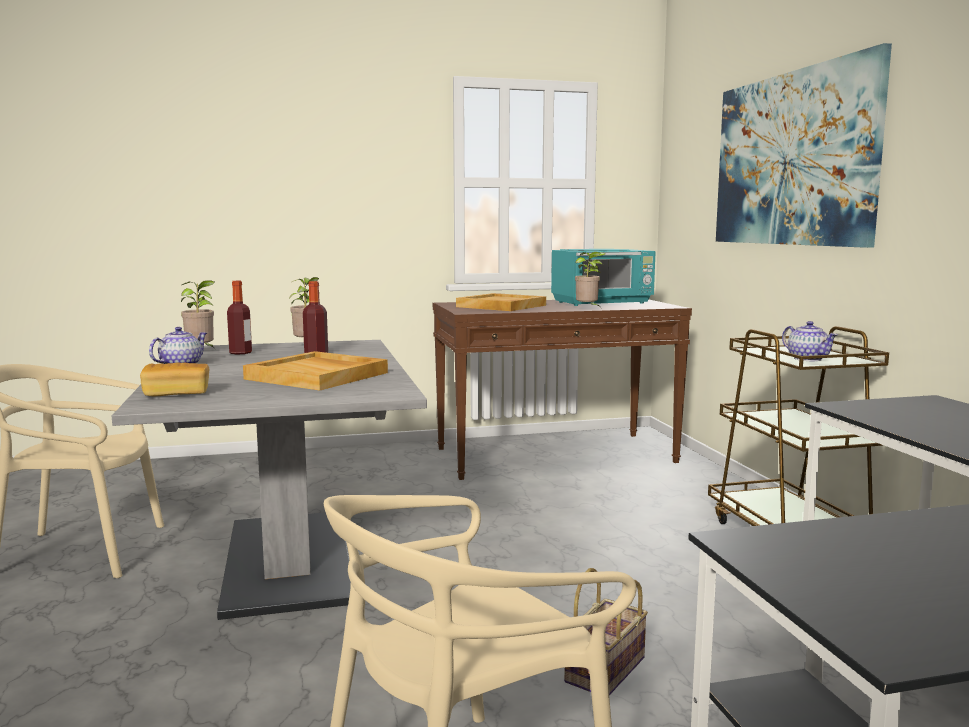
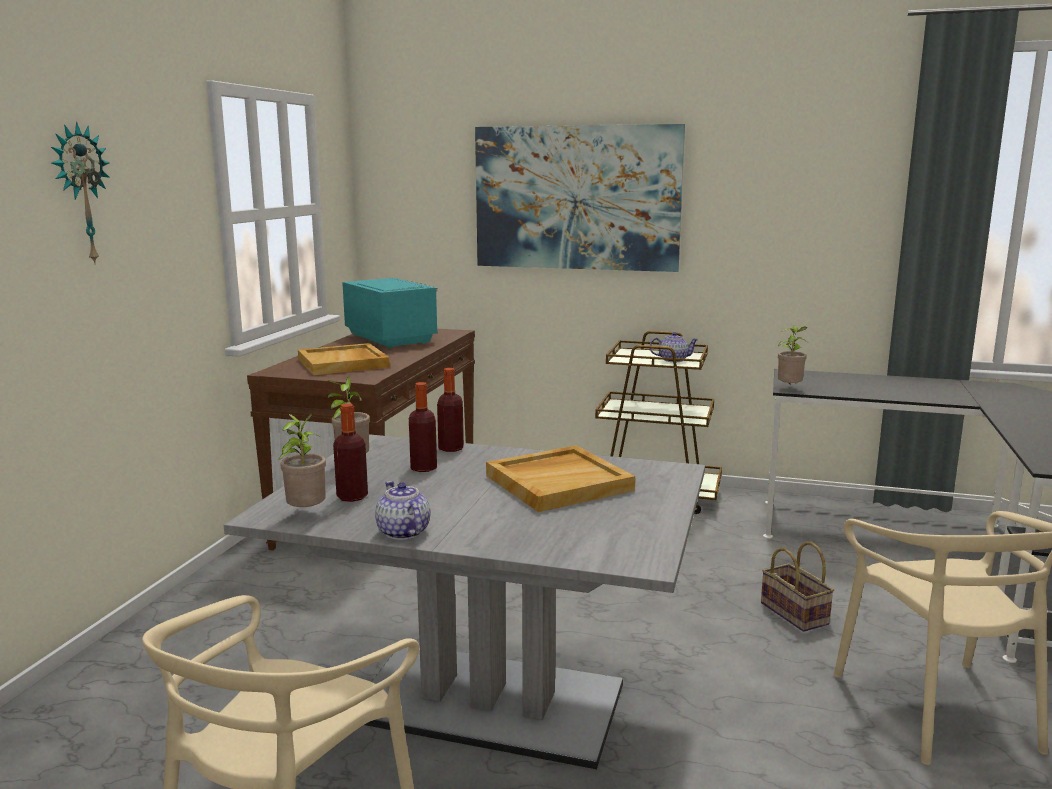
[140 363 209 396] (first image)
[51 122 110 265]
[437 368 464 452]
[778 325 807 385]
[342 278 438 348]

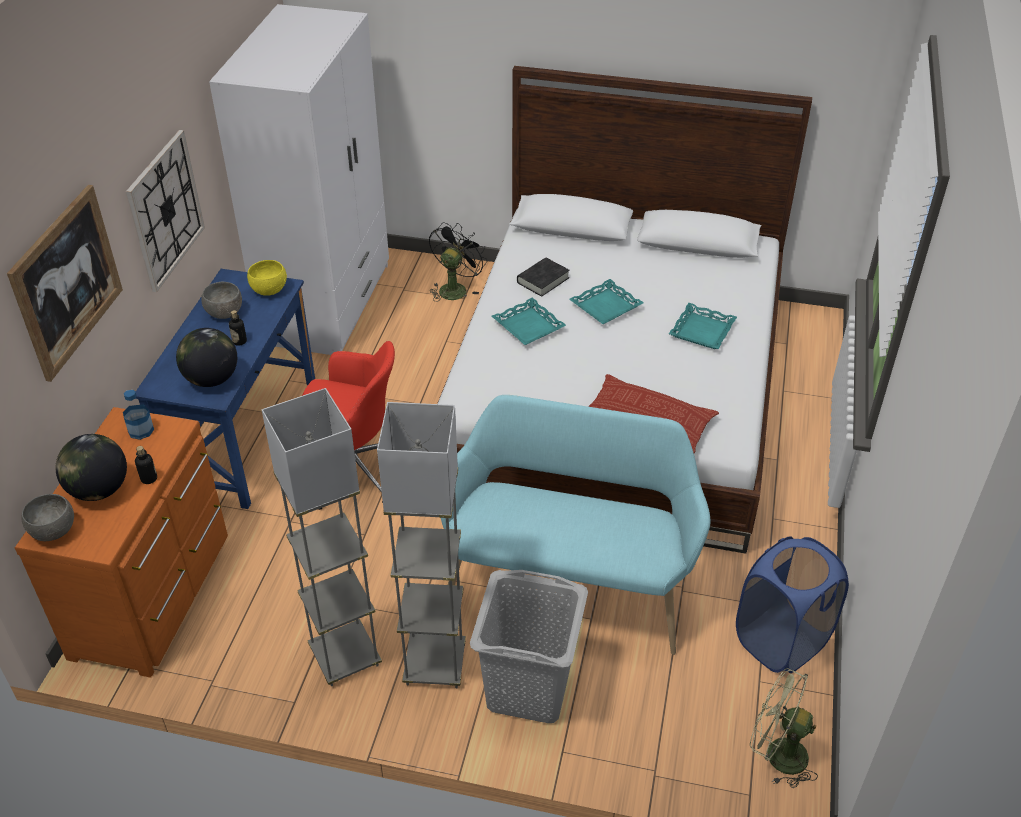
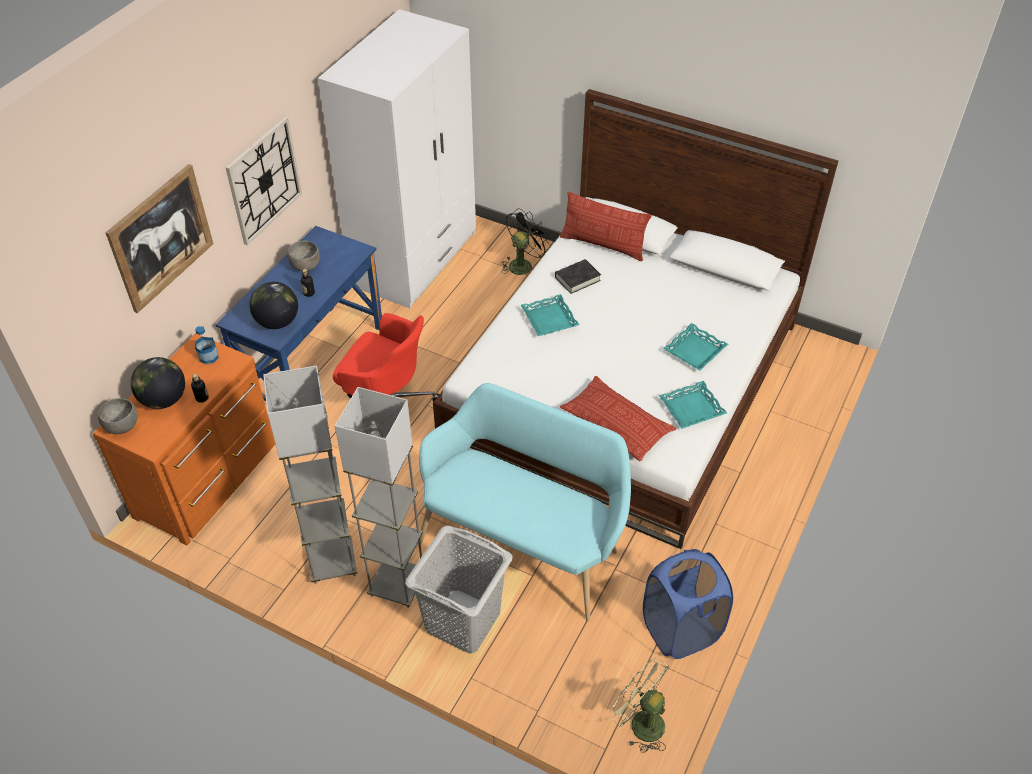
[247 260 287 296] (first image)
[560 192 652 261]
[659 381 727 429]

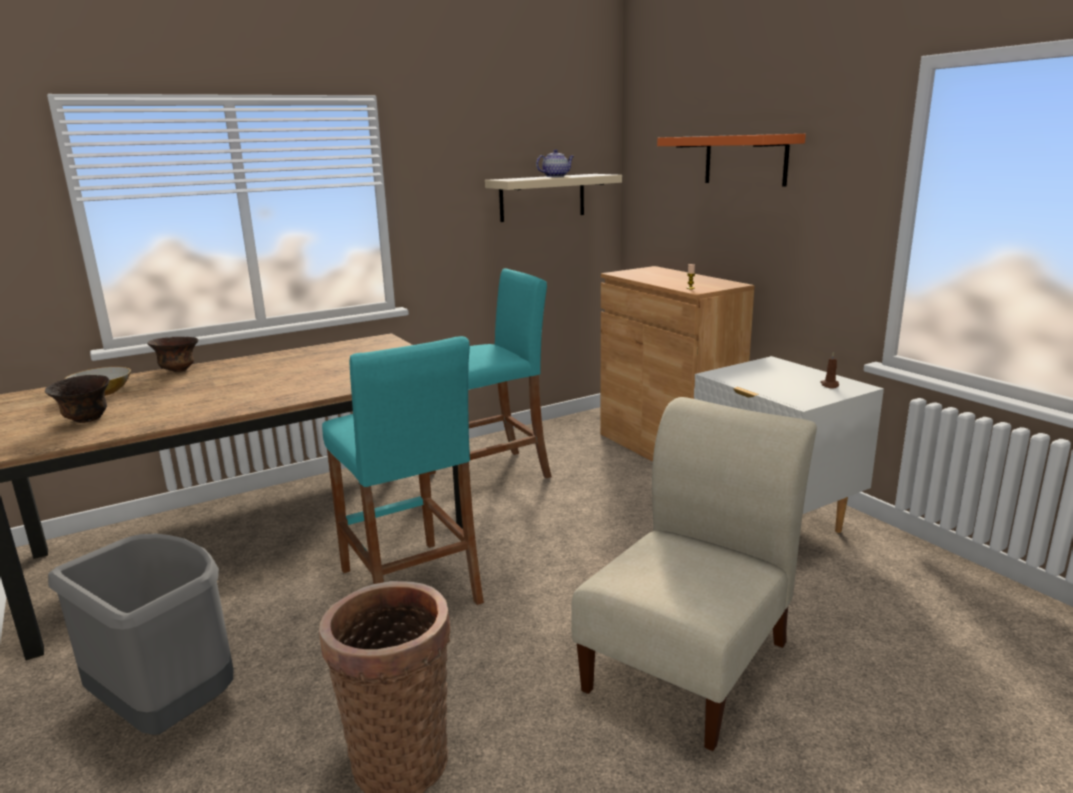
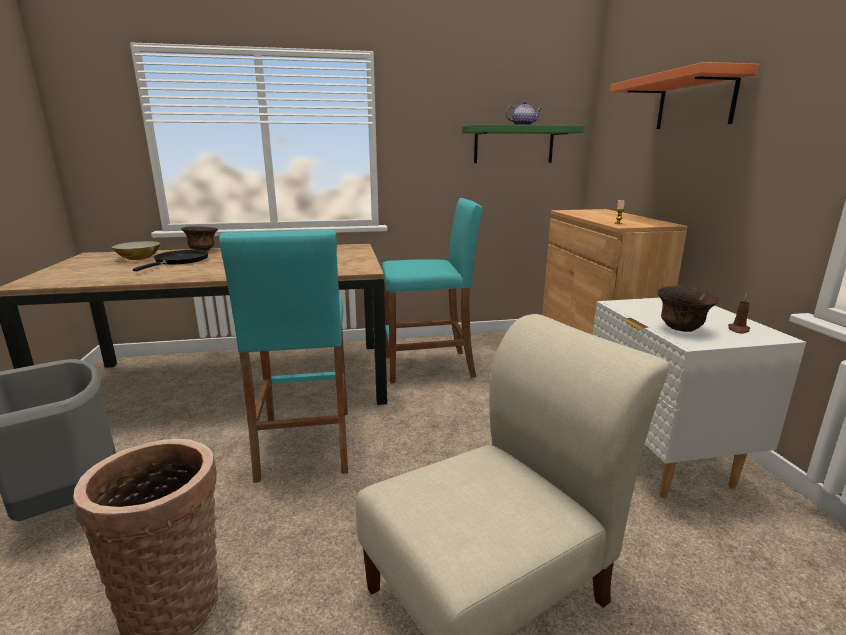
[133 250 208 271]
[657 286 719 332]
[462 124 584 163]

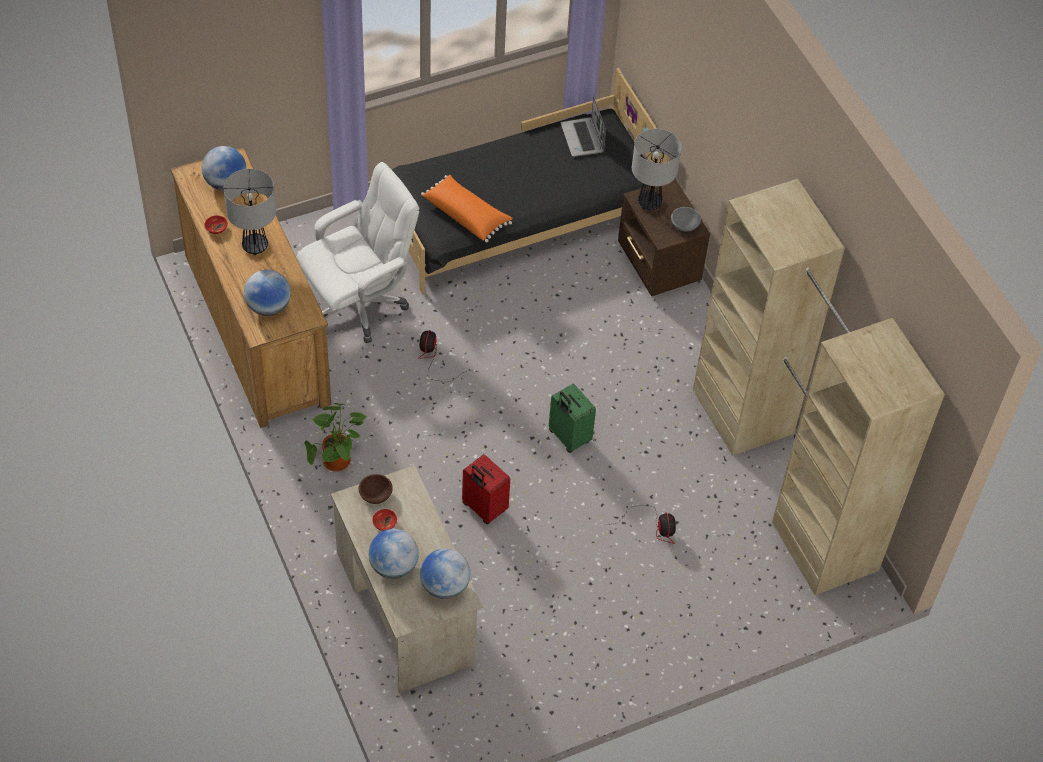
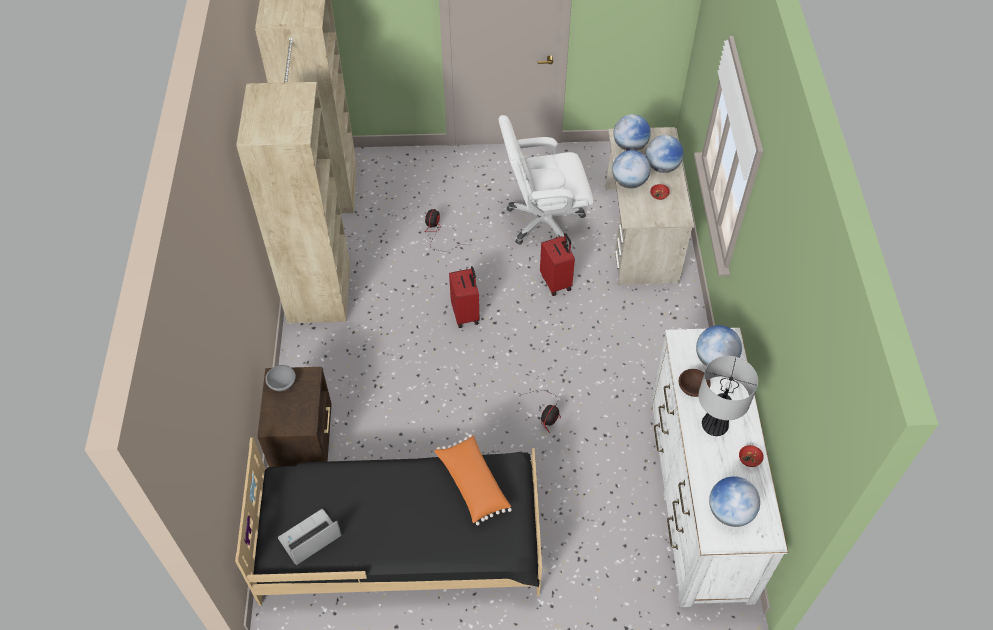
[304 403 367 472] (first image)
[632 129 681 210] (first image)
[612 150 650 188]
[498 115 594 247]
[679 369 711 397]
[650 328 788 607]
[449 266 479 328]
[278 509 342 565]

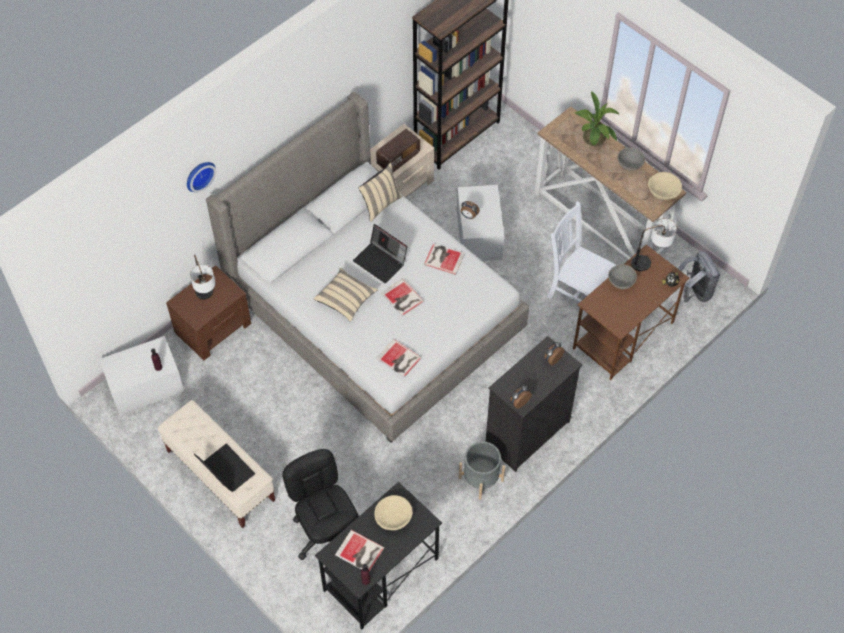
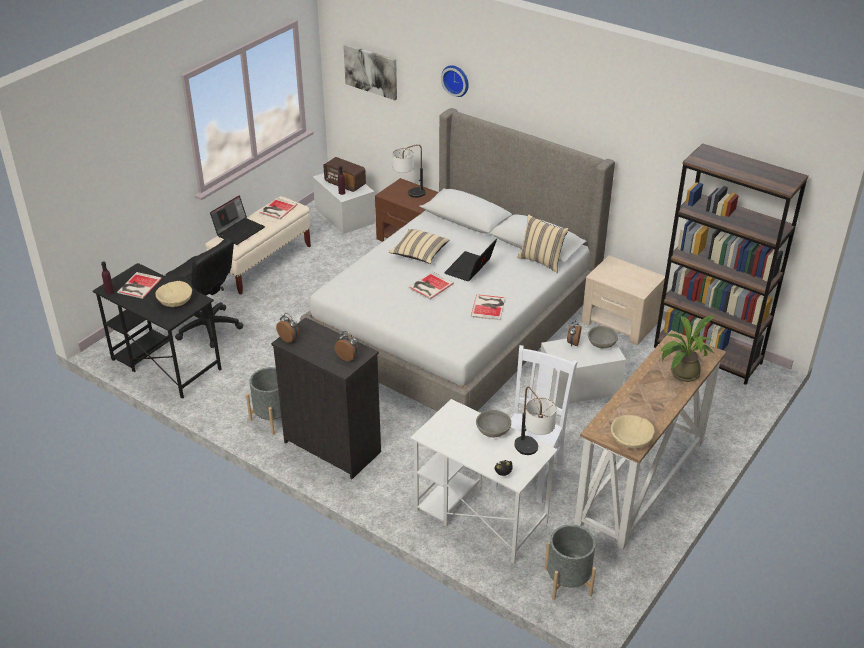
[343 44 397 100]
[323 157 366 192]
[259 198 298 220]
[588 326 618 348]
[545 525 596 600]
[411 399 558 563]
[165 238 243 348]

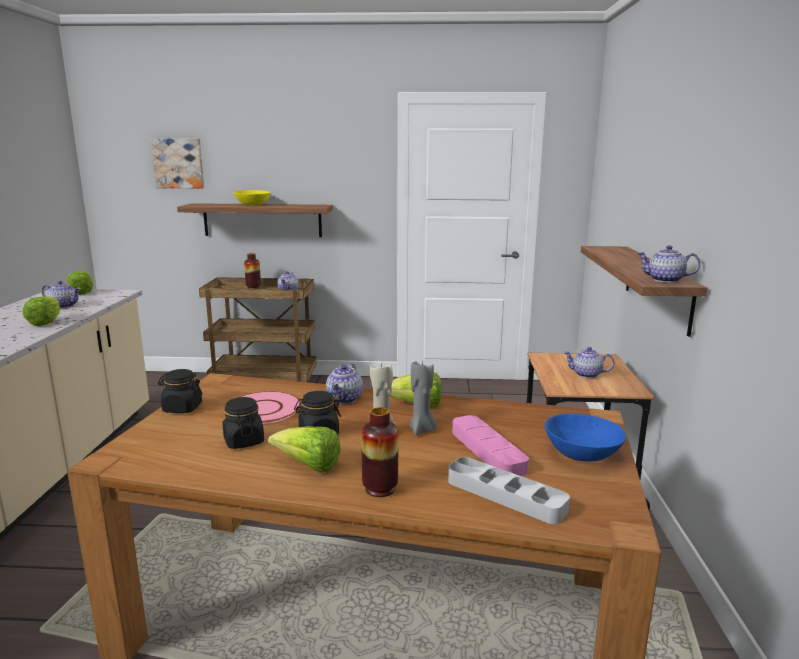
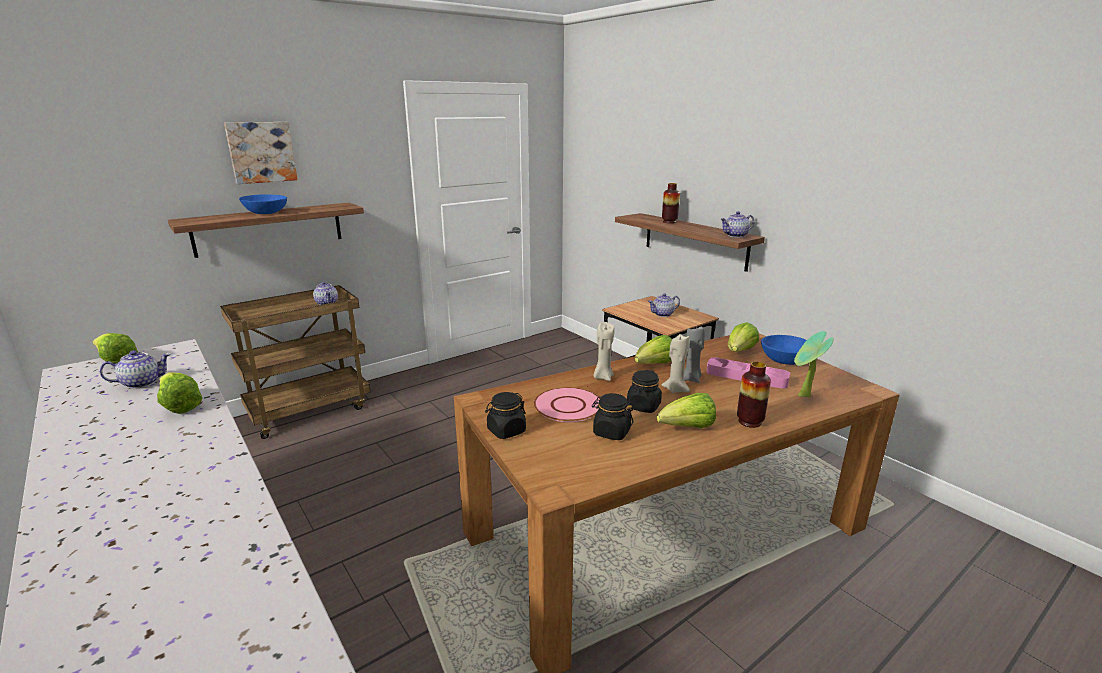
[728 322 759 352]
[224 122 298 184]
[662 183 680 223]
[593 322 615 381]
[794 331 834 397]
[239 194 287 214]

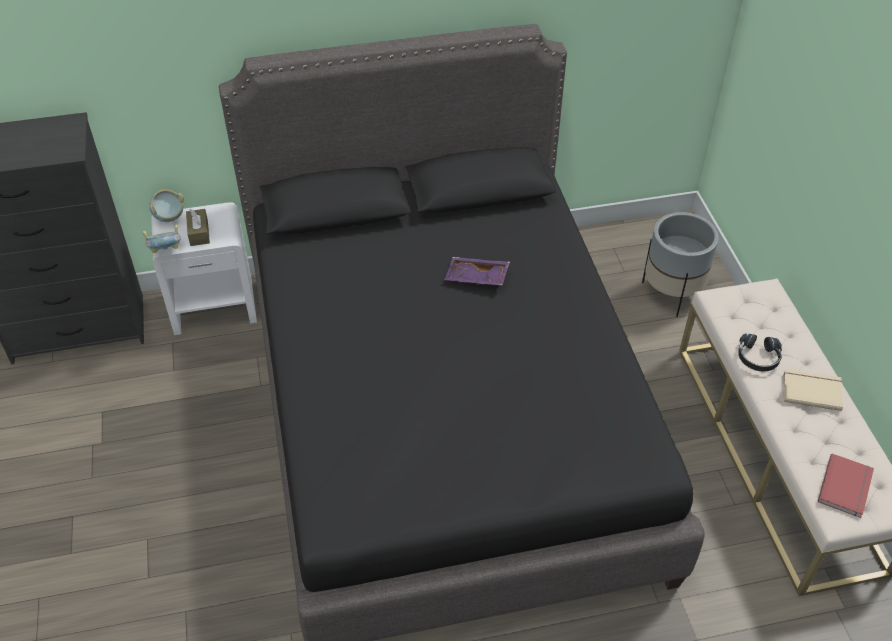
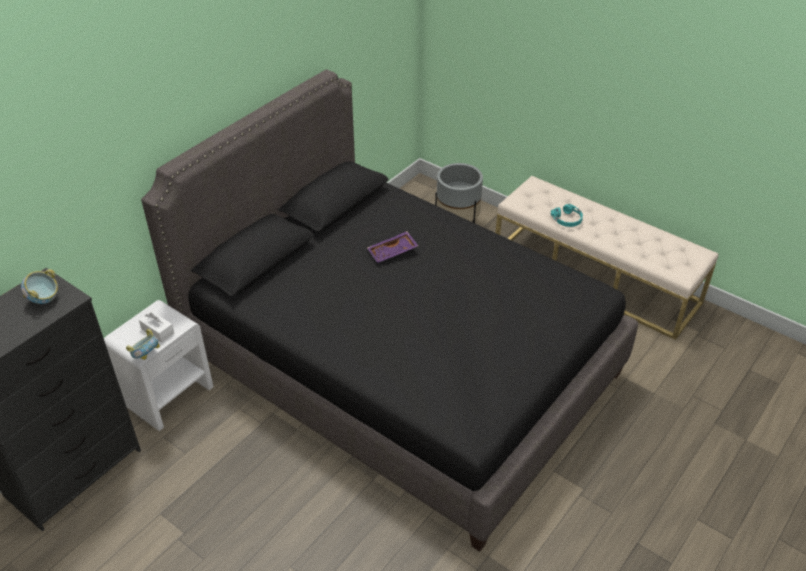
[783 369 843 411] (first image)
[818 453 874 518] (first image)
[21 269 58 304]
[139 311 174 343]
[551 204 583 227]

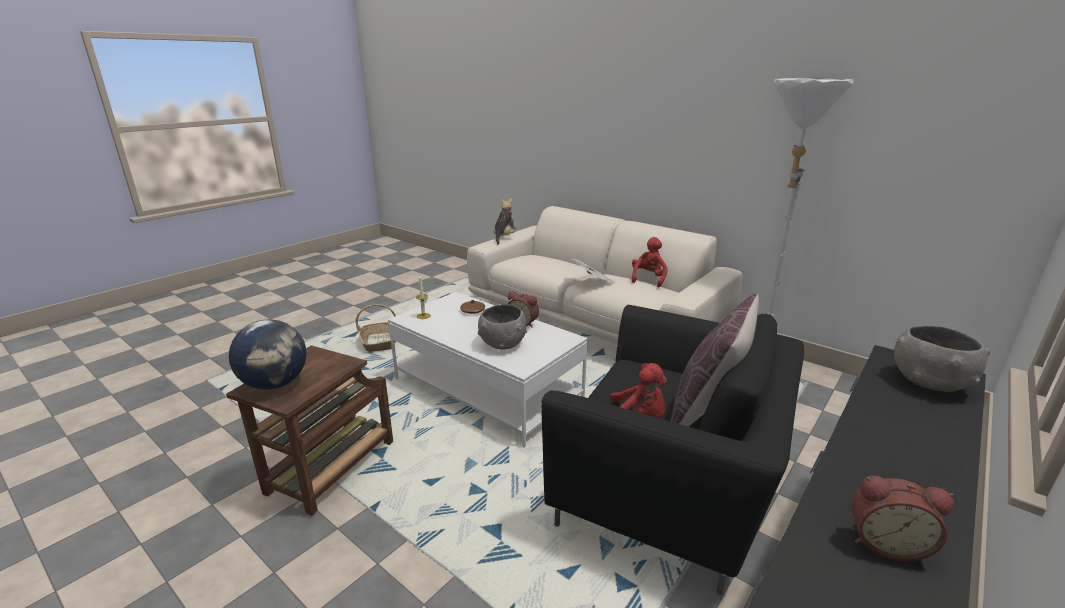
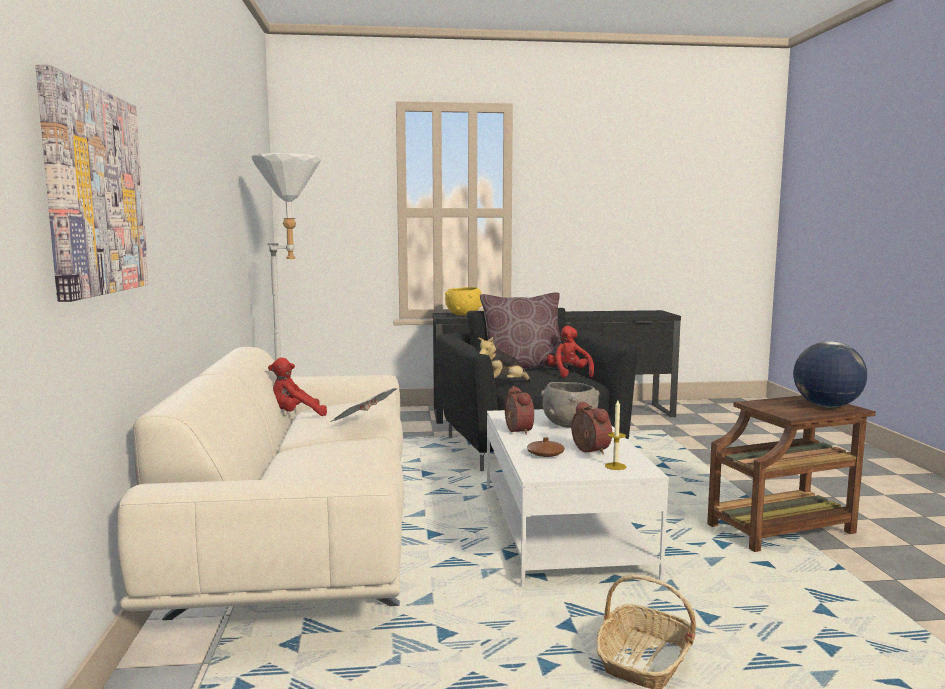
[35 64 149 302]
[478 337 531 381]
[571 401 612 455]
[445 287 482 316]

